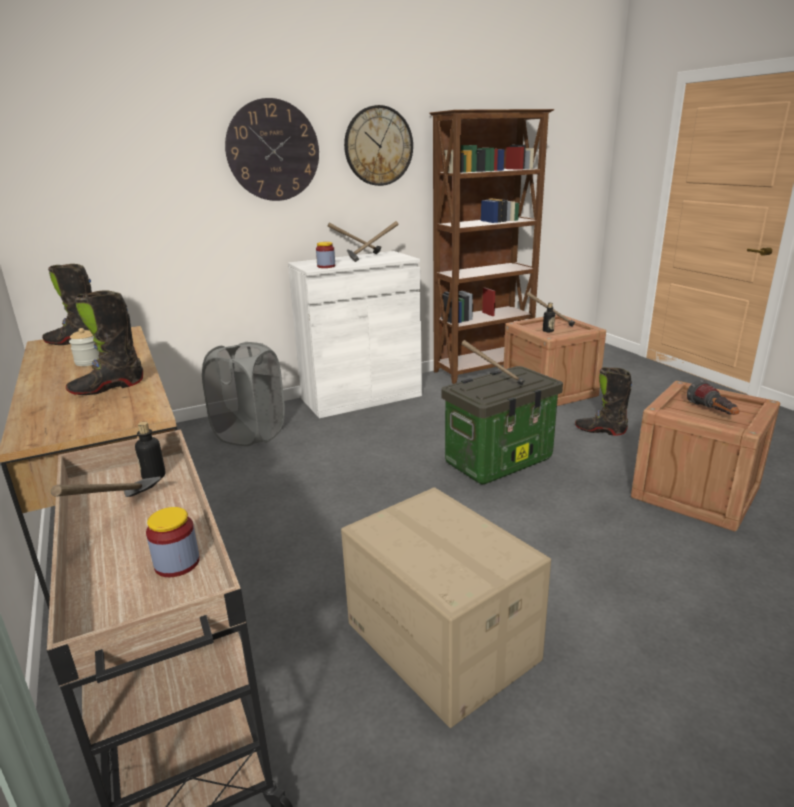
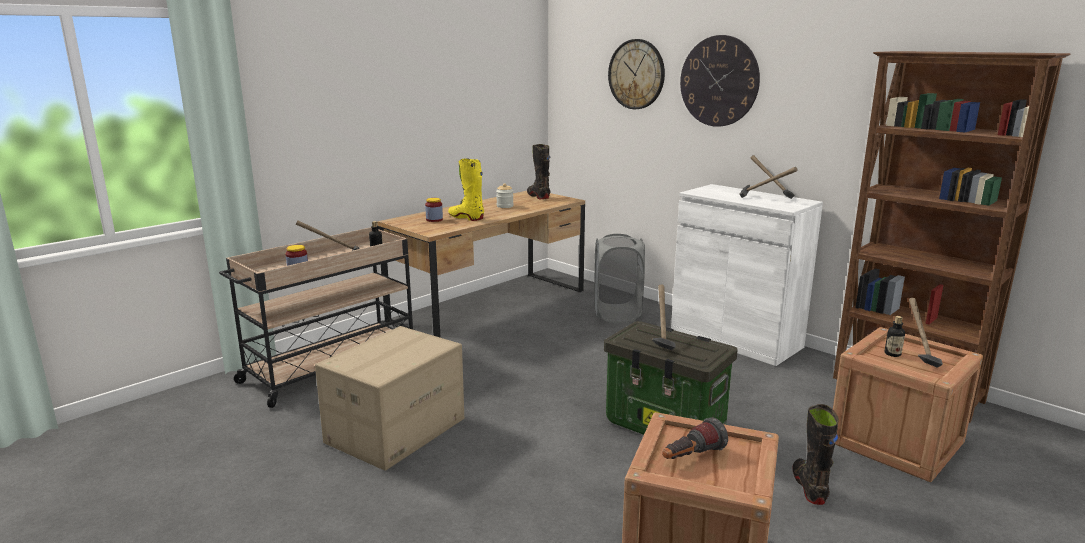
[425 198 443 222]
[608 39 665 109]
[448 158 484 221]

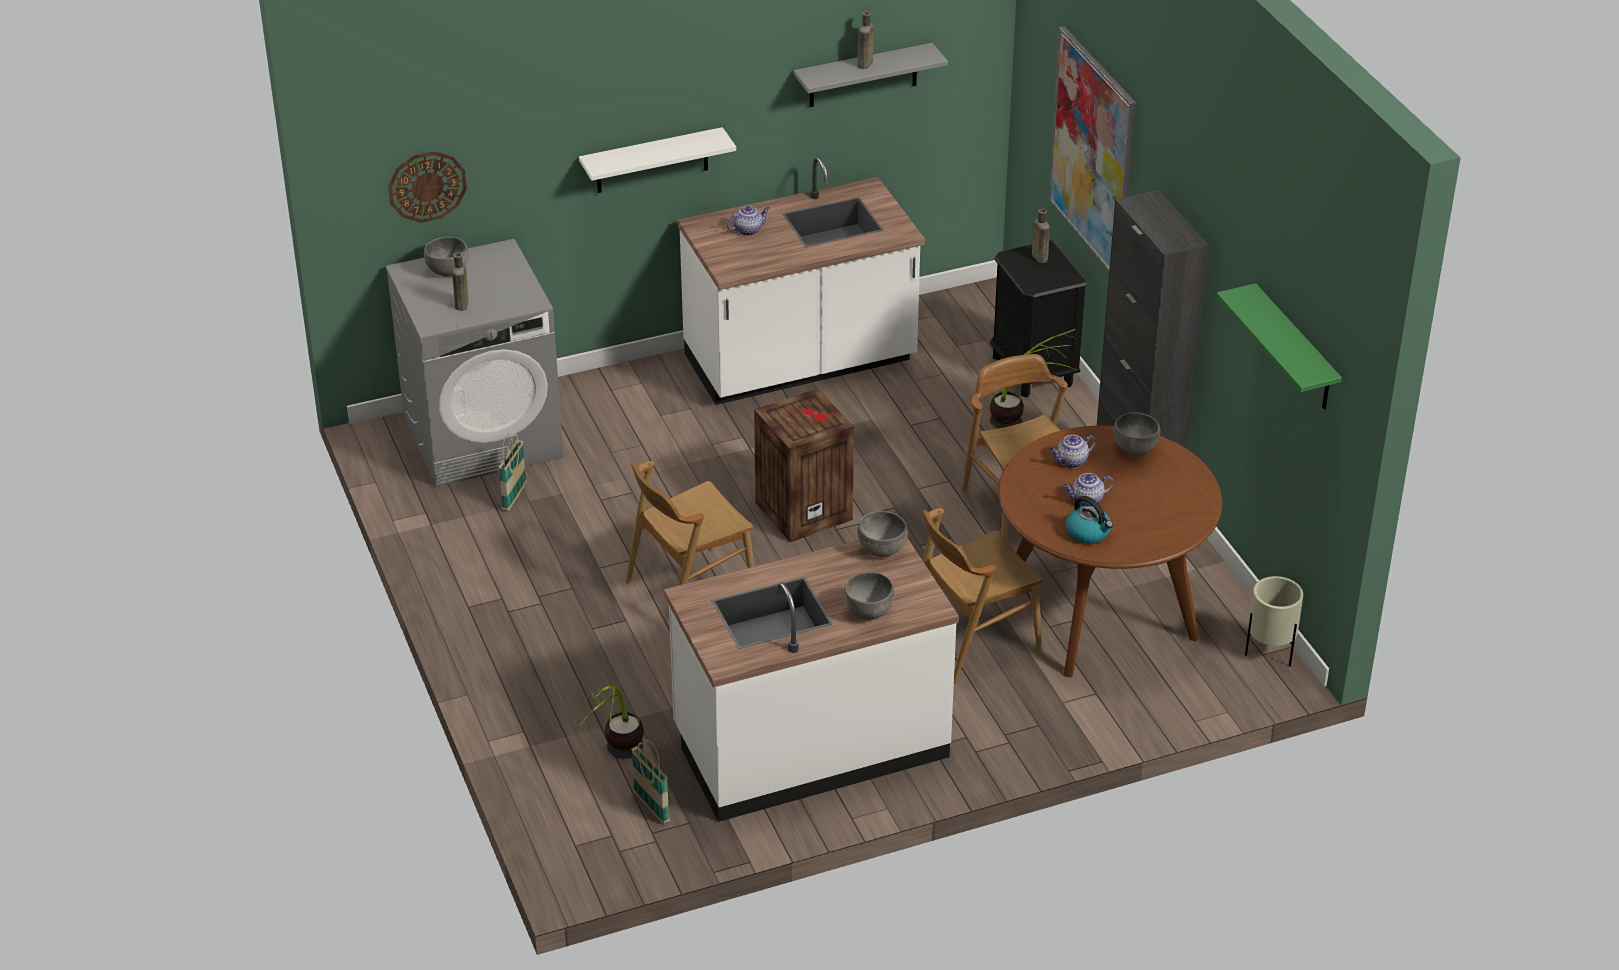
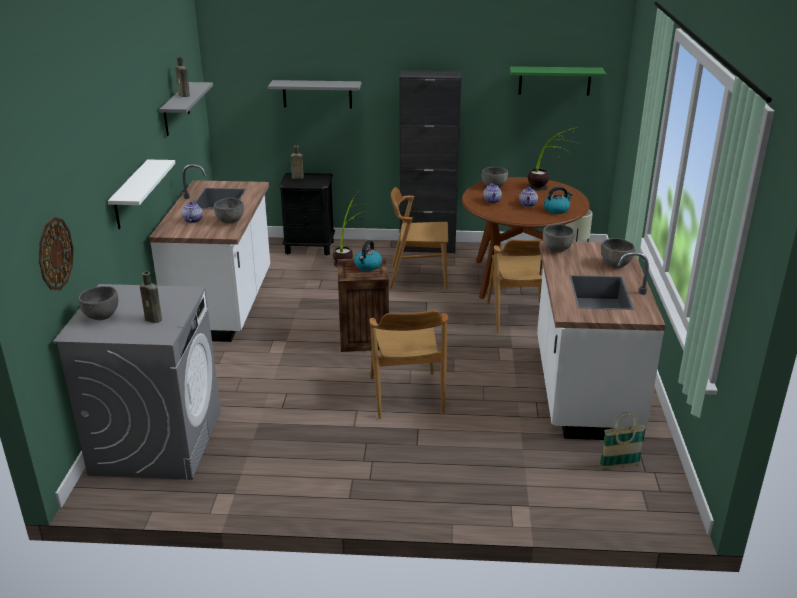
[499 433 527 511] (first image)
[214 198 244 224]
[354 240 382 271]
[528 127 578 191]
[268 80 362 108]

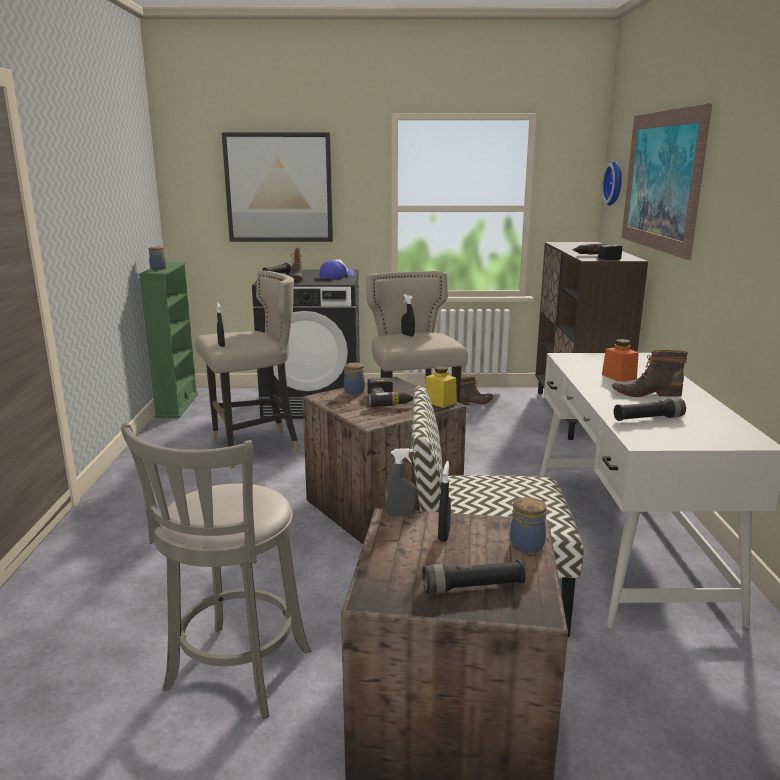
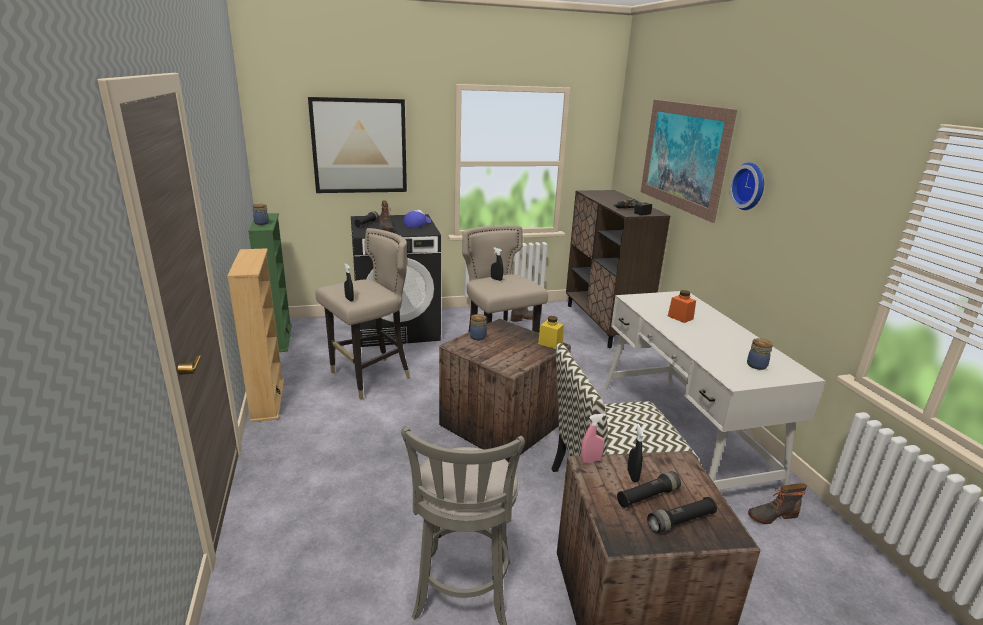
[367 378 413 407] (first image)
[227 248 284 422]
[747 338 773 370]
[729 162 764 210]
[748 483 807 524]
[617 471 681 508]
[581 413 606 463]

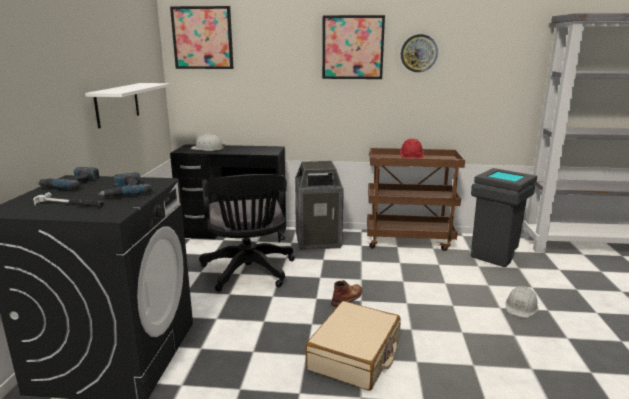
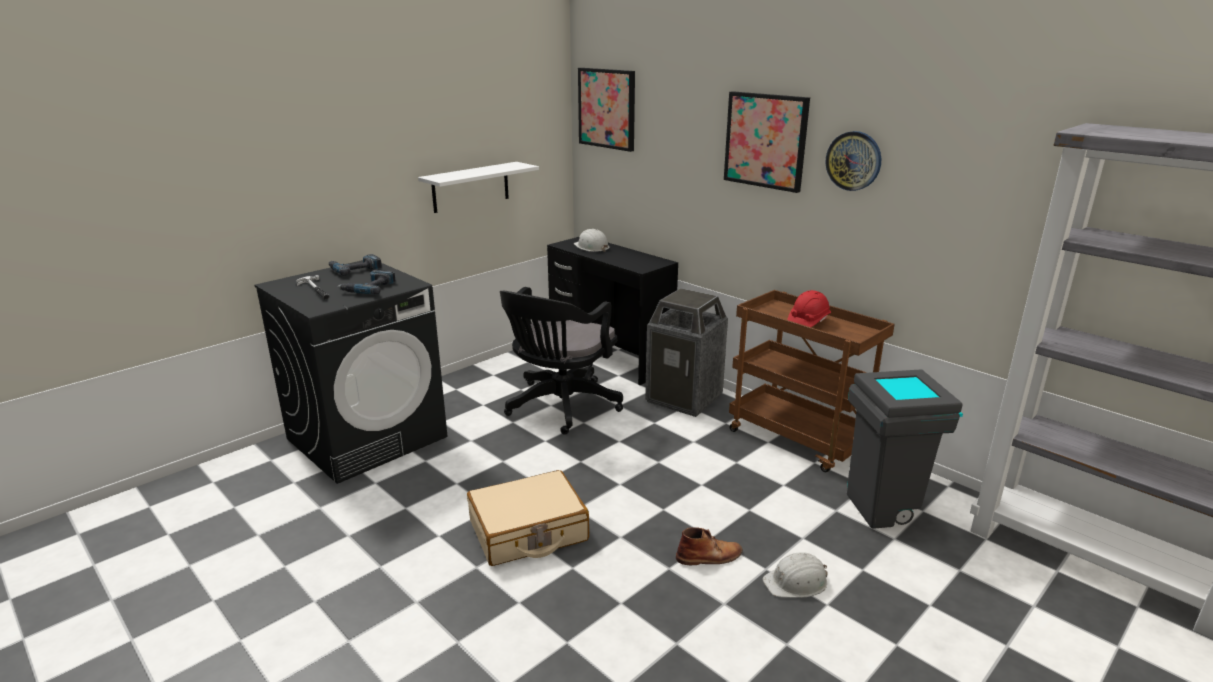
[676 527 743 565]

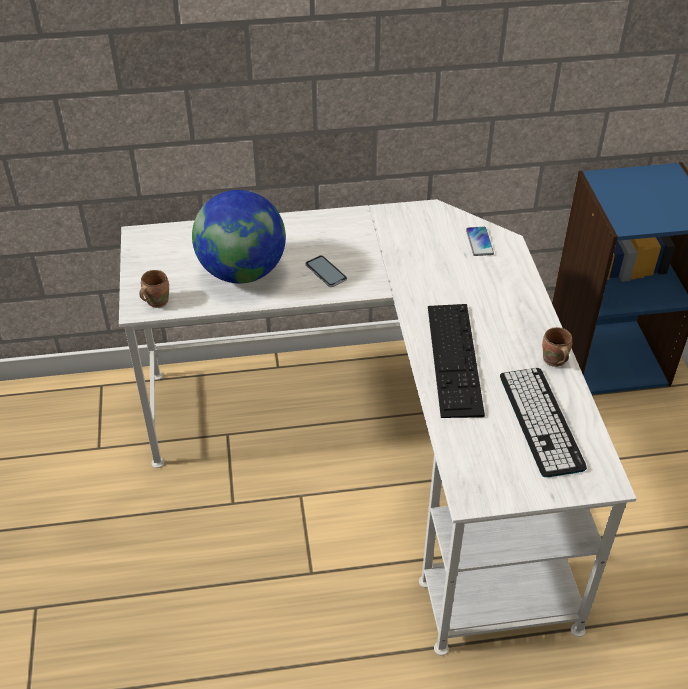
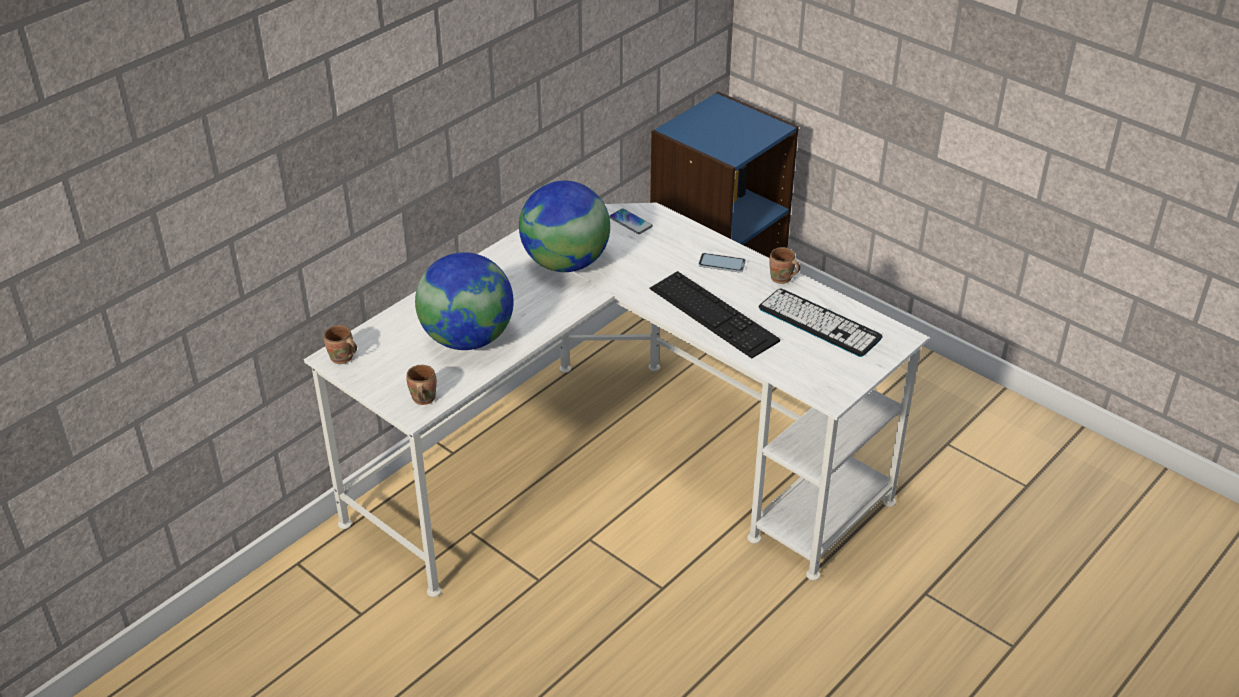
[324 325 357 364]
[519 180 610 272]
[698 253 746 272]

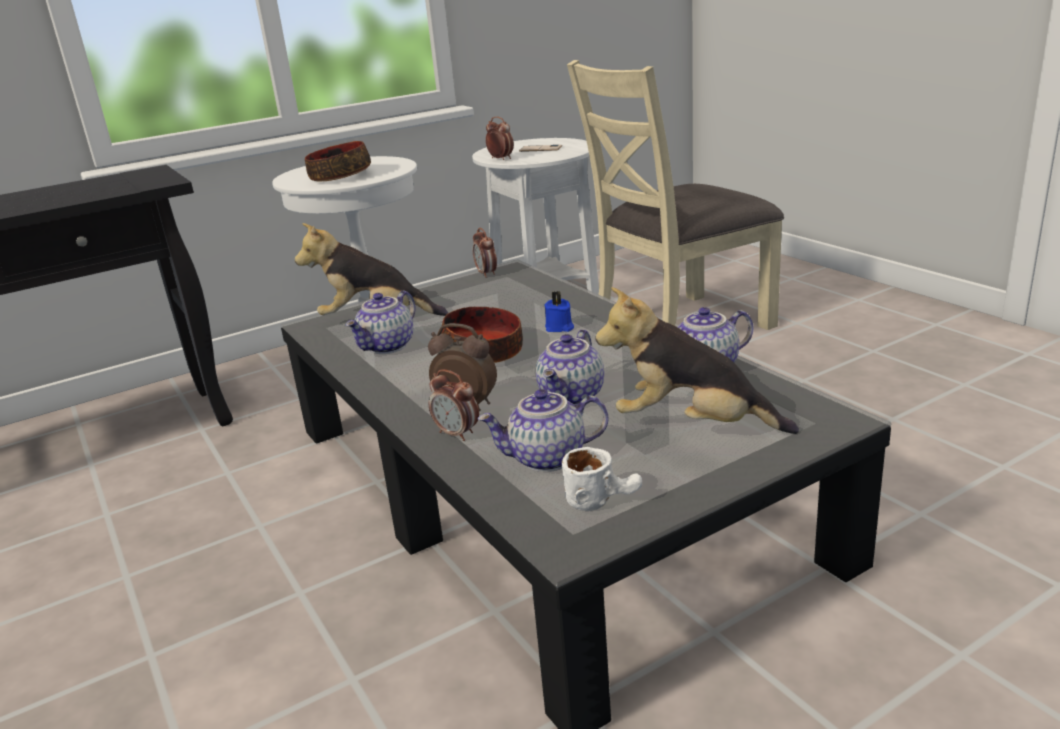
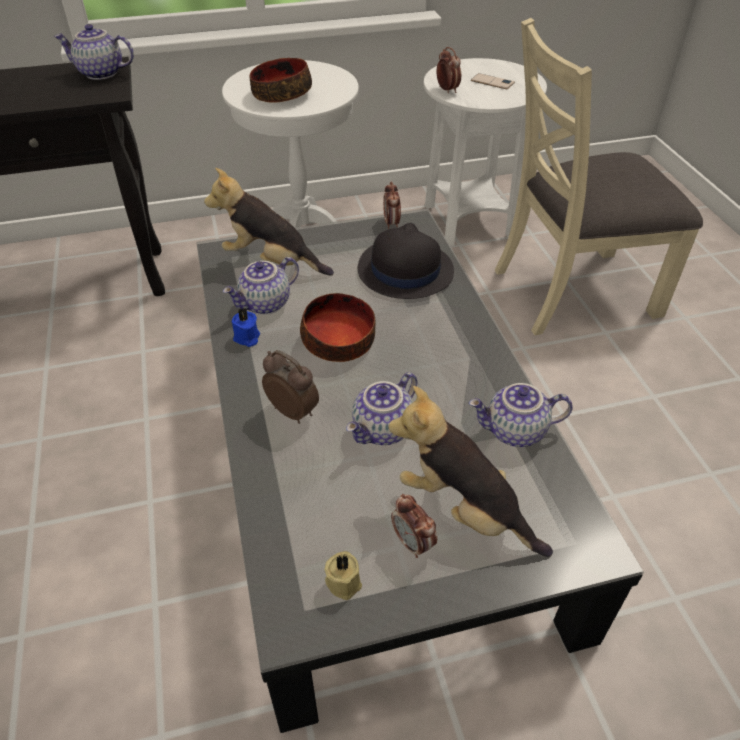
[358 223 454 299]
[391 494 437 558]
[54 24 134 80]
[232 308 260 347]
[325 551 362 600]

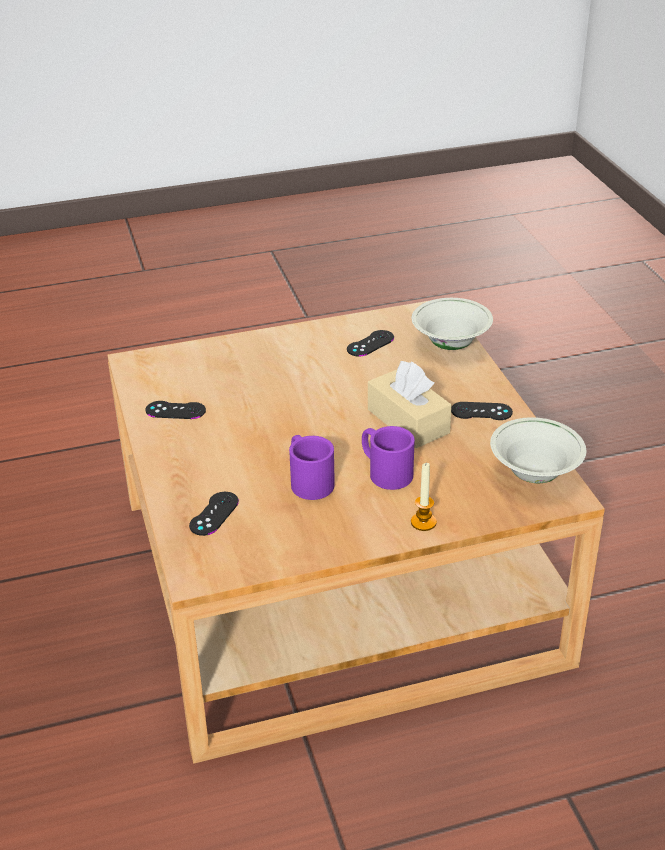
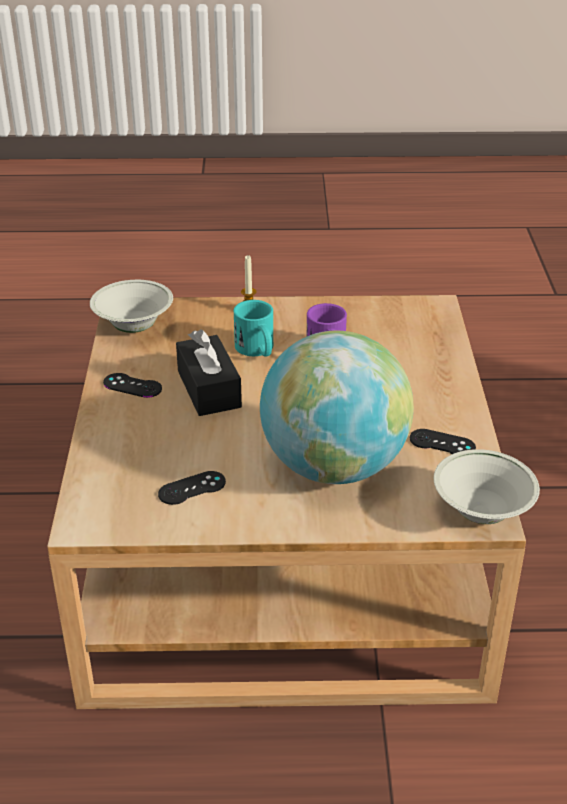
[189 492 239 536] (first image)
[260 331 414 484]
[434 449 540 524]
[233 300 273 357]
[176 330 242 416]

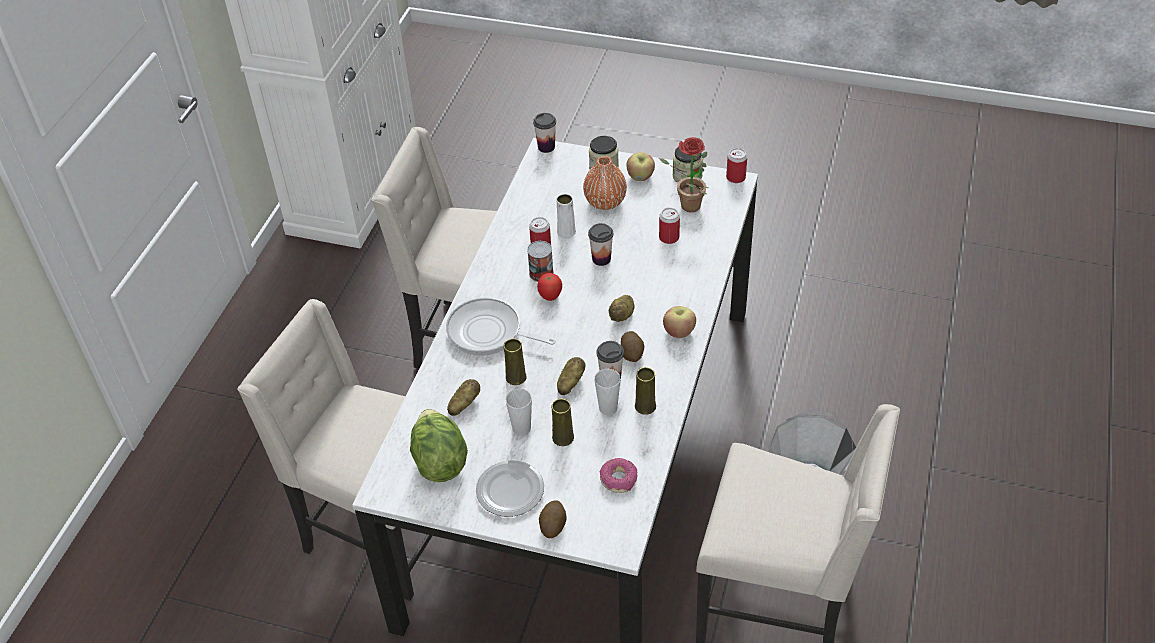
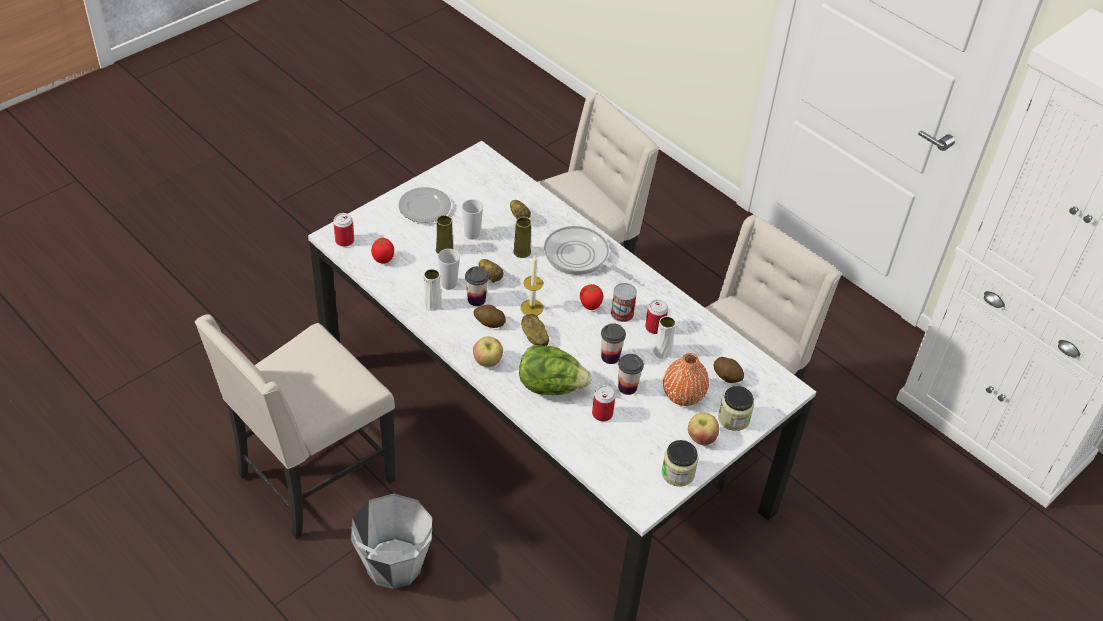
[659 137 708 212] (first image)
[521 255 544 316]
[519 345 592 395]
[618 354 644 395]
[713 357 744 383]
[333 213 354 247]
[371 238 394 263]
[423 269 442 311]
[544 226 633 280]

